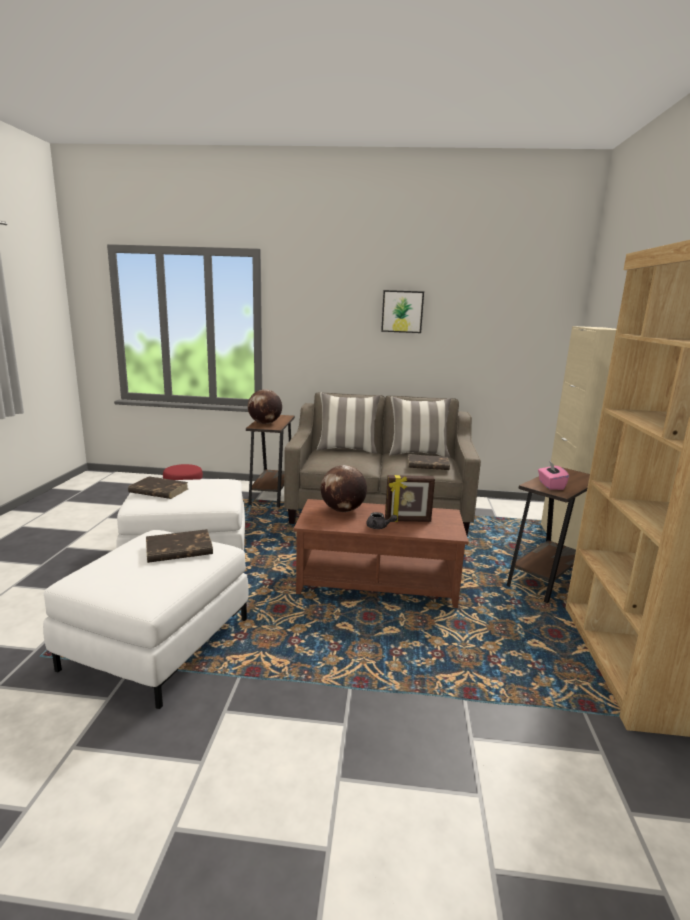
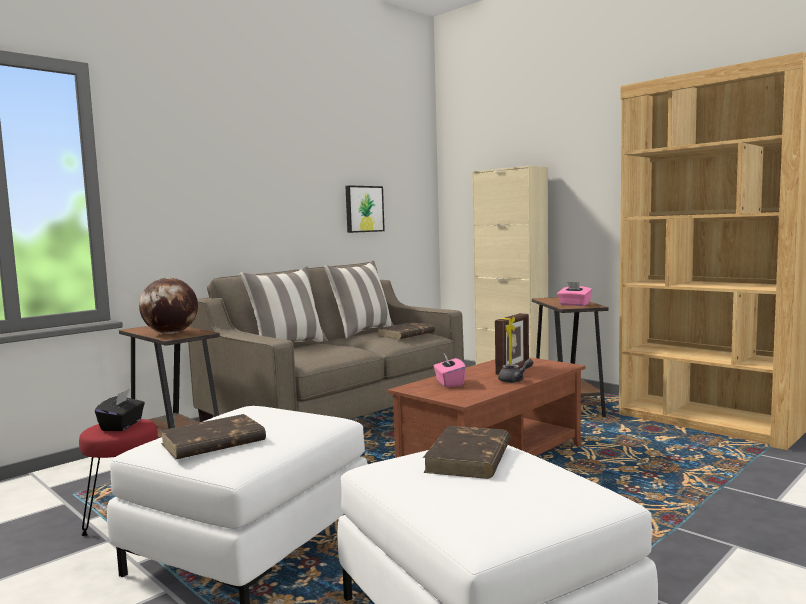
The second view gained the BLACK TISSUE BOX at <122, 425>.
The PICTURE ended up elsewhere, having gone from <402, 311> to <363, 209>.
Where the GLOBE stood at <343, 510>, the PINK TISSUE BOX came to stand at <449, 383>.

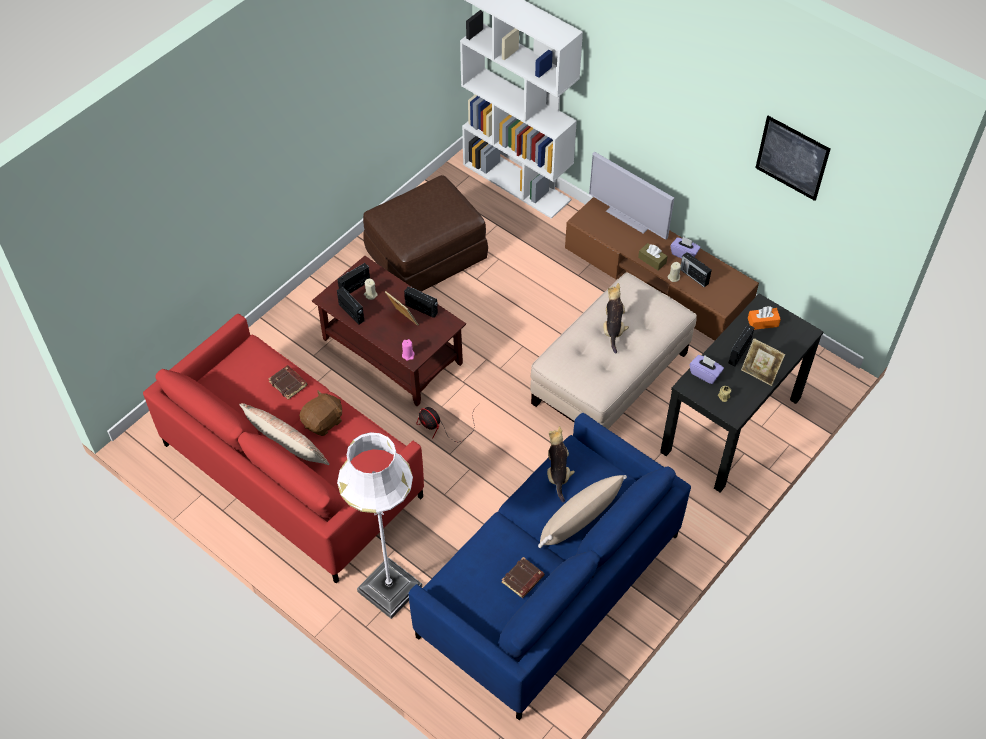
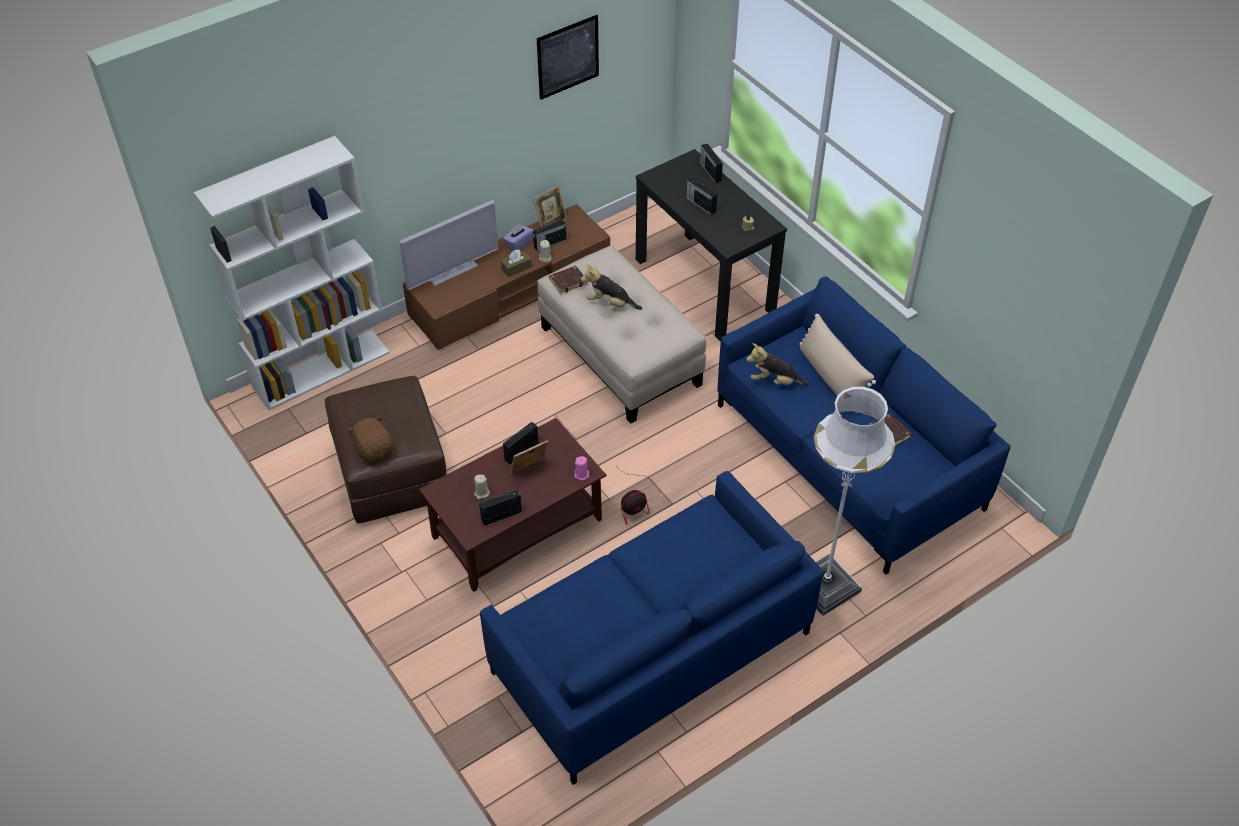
The second view lost the PILLOW at <286, 445>.
The second view lost the PURPLE TISSUE BOX at <705, 374>.
The second view lost the ORANGE TISSUE BOX at <763, 322>.
The BROWN BOOK ended up elsewhere, having gone from <289, 384> to <568, 281>.
The BROWN PLUSH TOY ended up elsewhere, having gone from <323, 422> to <374, 449>.
The RADIO ended up elsewhere, having gone from <355, 287> to <710, 171>.
The PICTURE FRAME ended up elsewhere, having gone from <759, 373> to <551, 222>.
What was the RED SOFA at <292, 470> turned into the BLUE SOFA at <650, 652>.

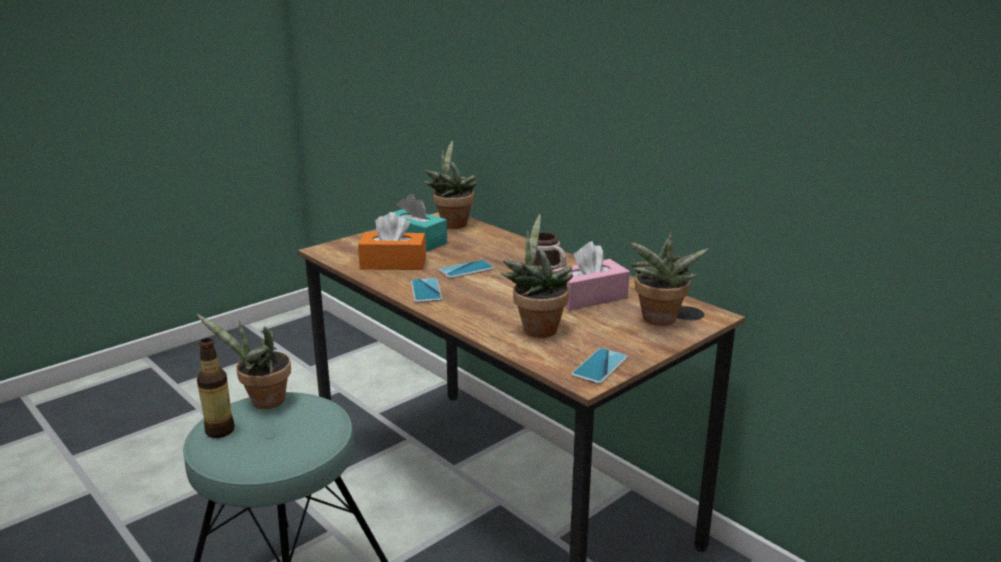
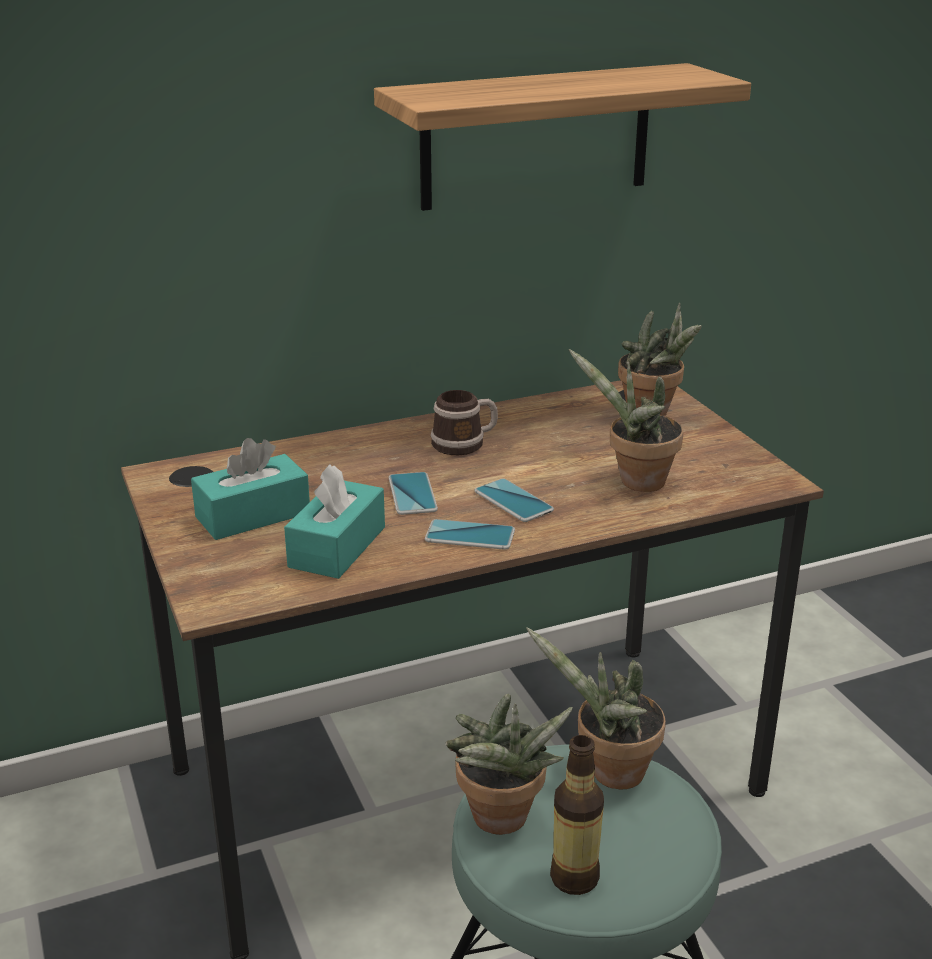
The second view lost the PINK TISSUE BOX at <589, 297>.
The second view gained the SHELF at <536, 136>.
The POTTED PLANT ended up elsewhere, having gone from <452, 223> to <609, 773>.
The PHONE ended up elsewhere, having gone from <600, 367> to <513, 501>.
What was the ORANGE TISSUE BOX at <393, 263> turned into the TURQUOISE TISSUE BOX at <337, 547>.

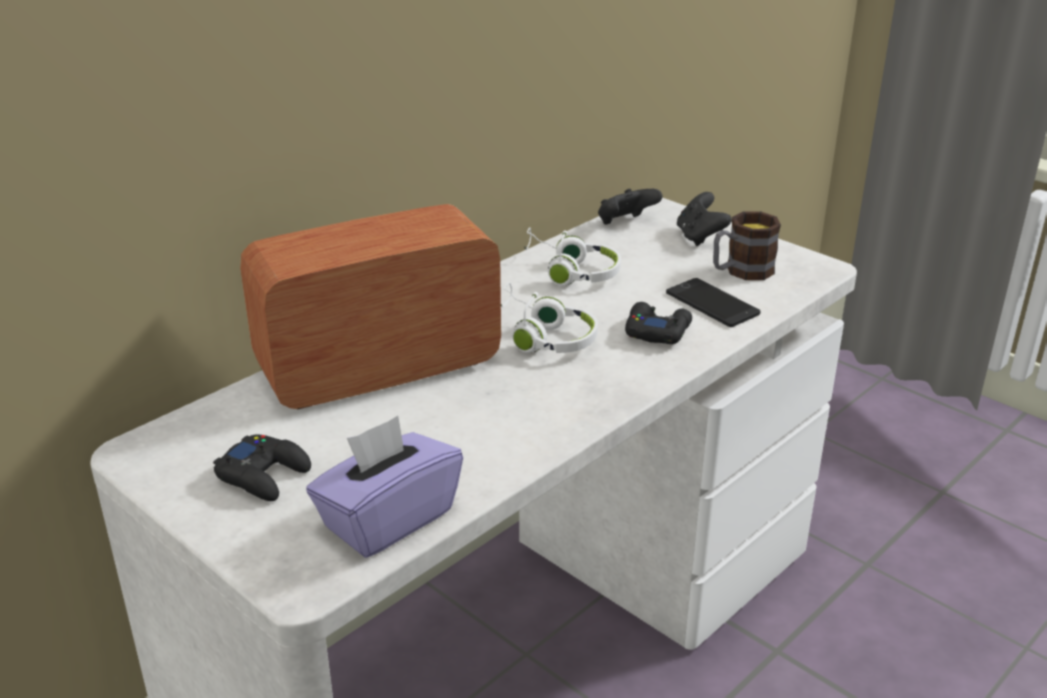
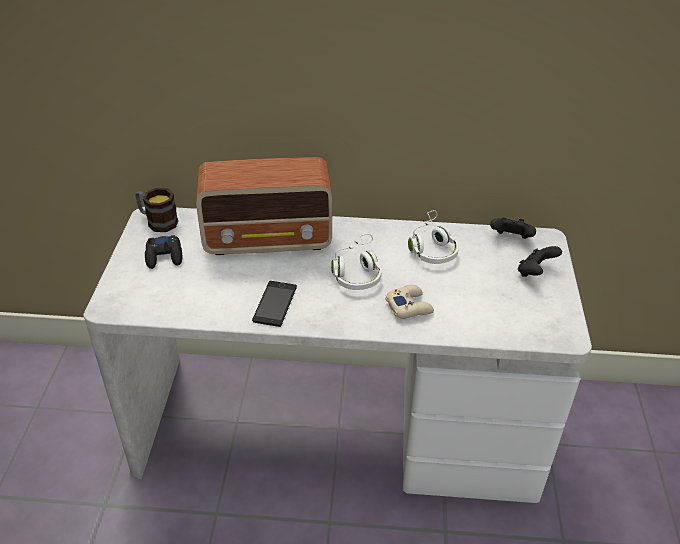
The second view lost the PURPLE TISSUE BOX at <388, 519>.
The PHONE ended up elsewhere, having gone from <712, 303> to <275, 304>.
The MUG ended up elsewhere, having gone from <741, 271> to <157, 221>.
What was the BLACK GAME CONTROLLER at <657, 331> turned into the BEIGE GAME CONTROLLER at <409, 306>.
The RADIO at <376, 370> ended up facing another way, 150 degrees clockwise from before.

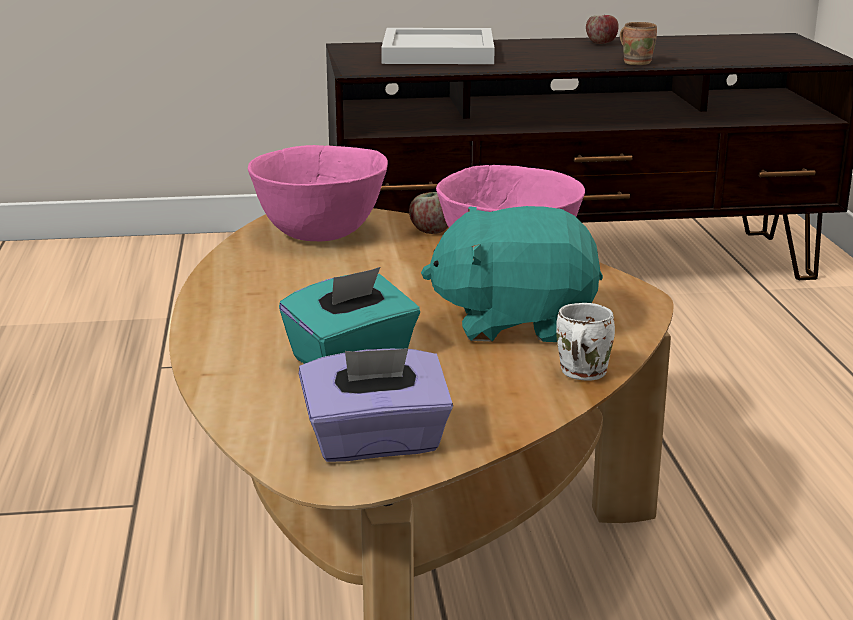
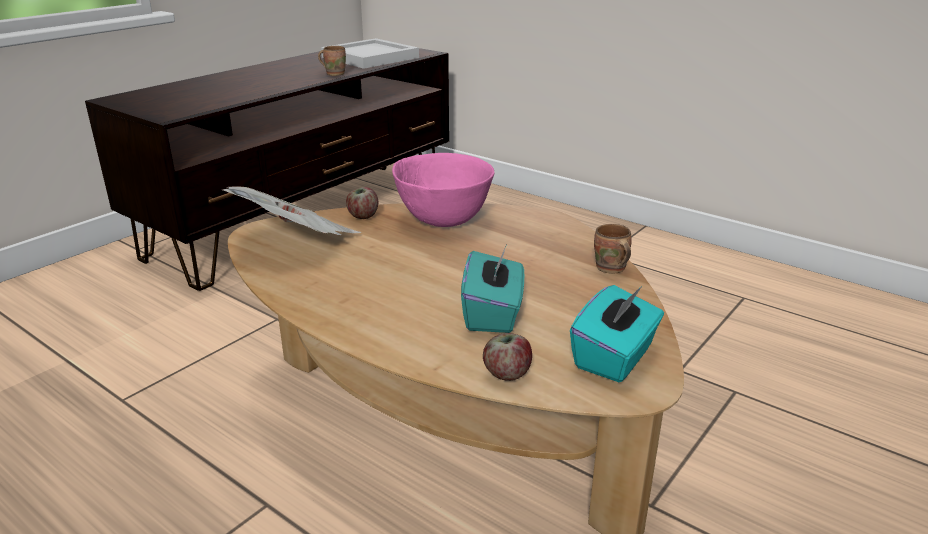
The second view lost the TURQUOISE PLUSH TOY at <515, 322>.
The WHITE TRAY ended up elsewhere, having gone from <440, 52> to <370, 57>.
The APPLE ended up elsewhere, having gone from <601, 43> to <507, 373>.
Where the PINK BOWL stood at <321, 233>, the NEWSPAPER came to stand at <298, 242>.
What was the PURPLE TISSUE BOX at <376, 444> turned into the TURQUOISE TISSUE BOX at <615, 357>.
What was the WHITE MUG at <579, 373> turned into the BROWN MUG at <610, 269>.

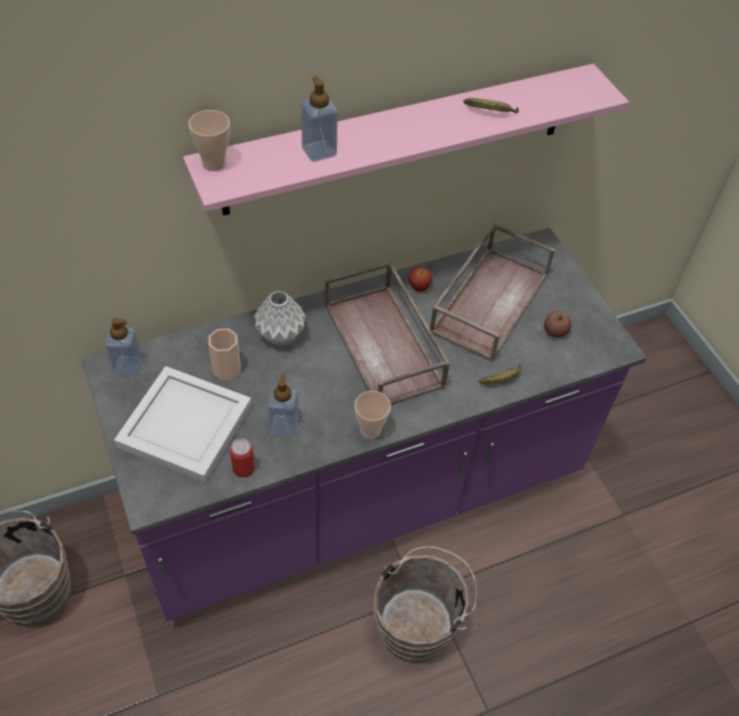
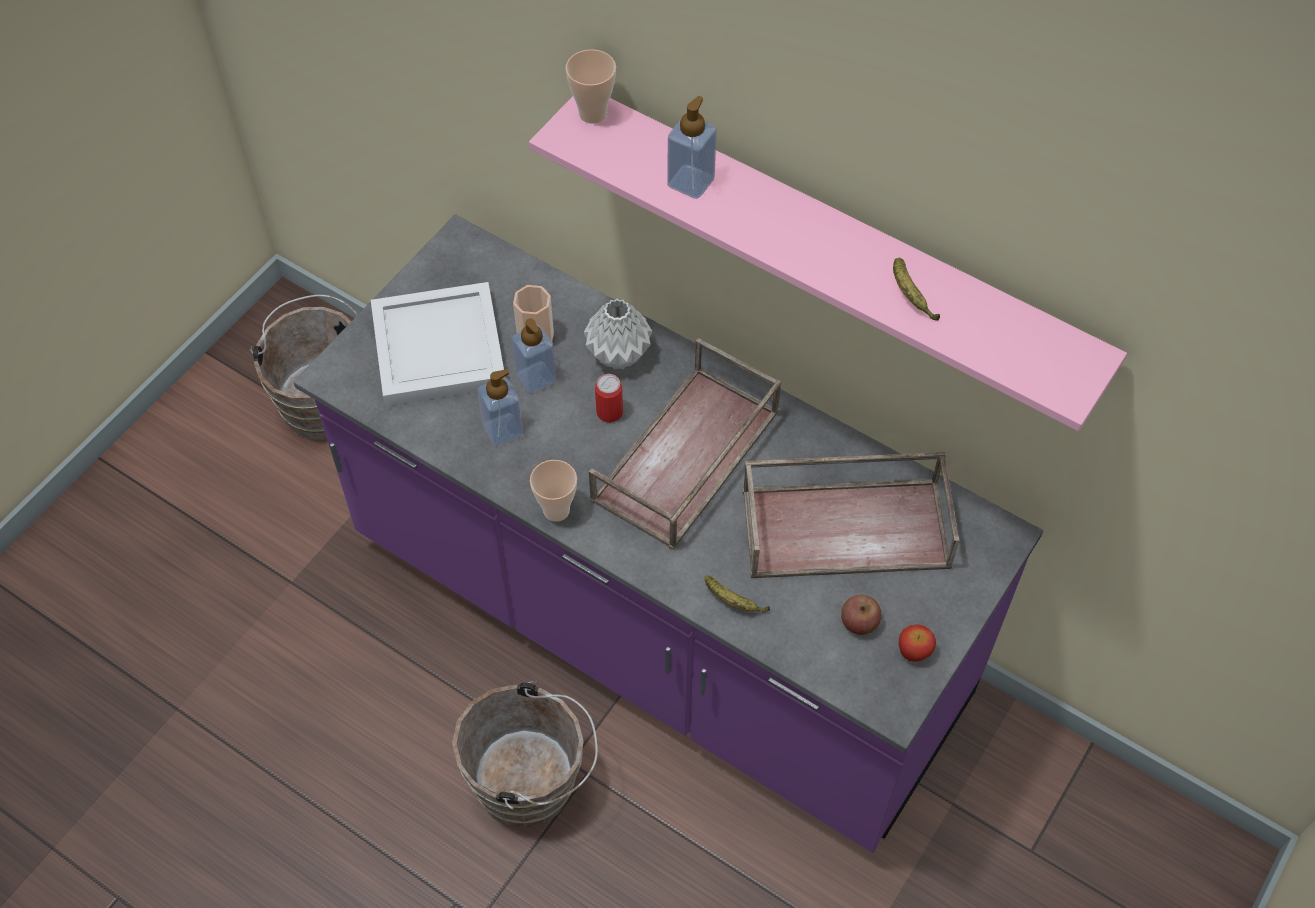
The SOAP DISPENSER ended up elsewhere, having gone from <128, 366> to <536, 377>.
The CAN ended up elsewhere, having gone from <243, 468> to <609, 412>.
The APPLE ended up elsewhere, having gone from <419, 287> to <914, 651>.

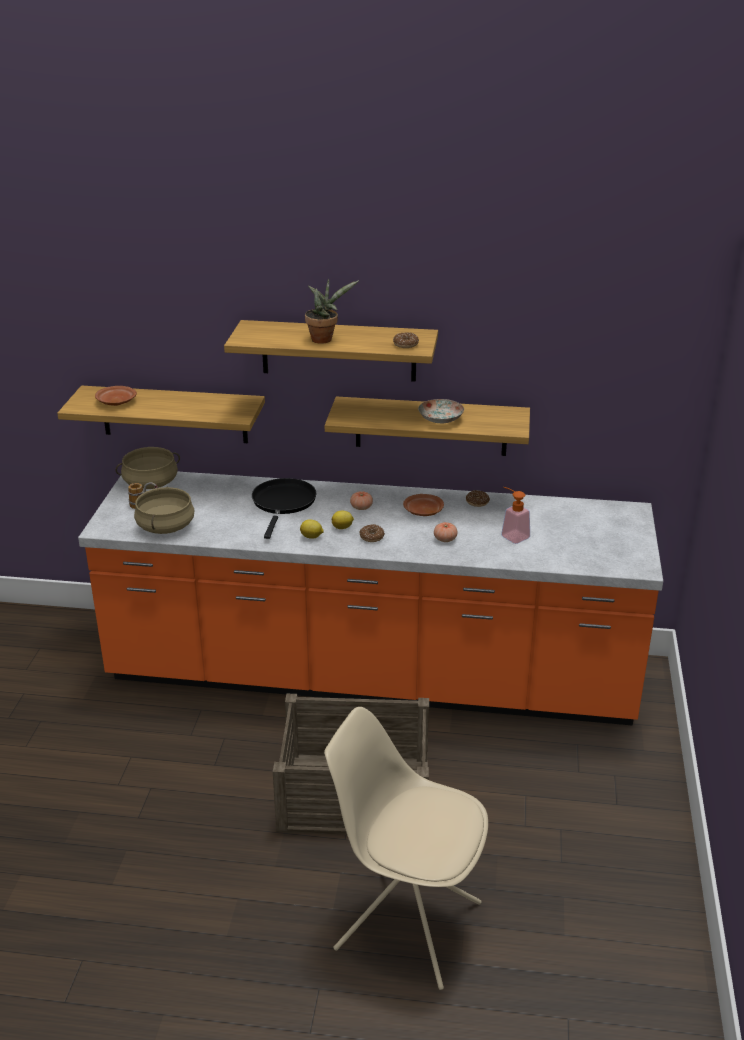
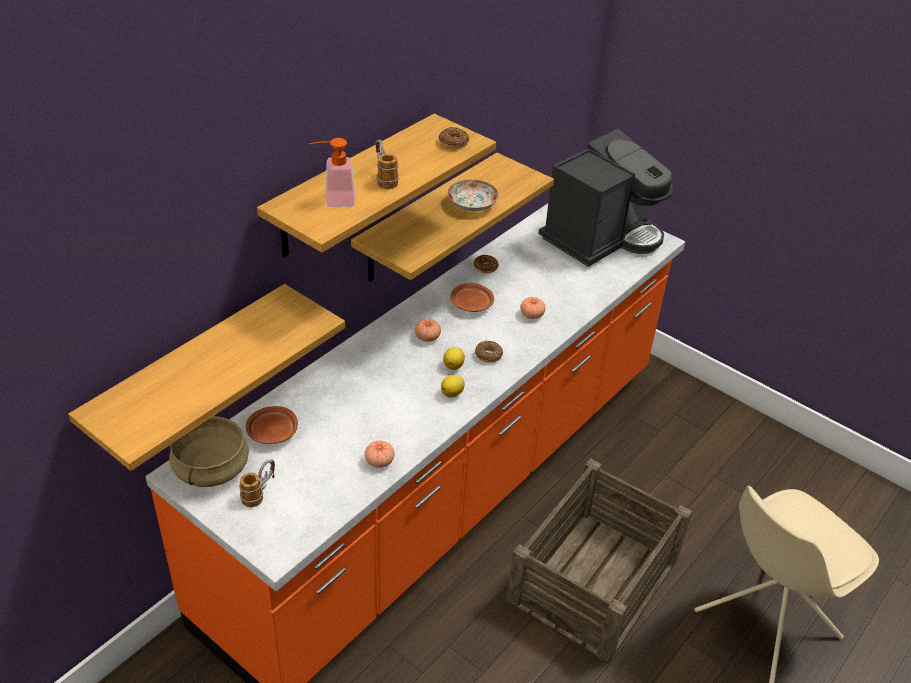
The second view lost the BEIGE COOKING POT at <165, 526>.
The second view lost the BLACK FRYING PAN at <283, 503>.
The second view gained the TOMATO at <379, 461>.
The second view gained the COFFEE MACHINE at <601, 237>.
The BROWN PLATE ended up elsewhere, having gone from <116, 402> to <272, 432>.
The SOAP DISPENSER ended up elsewhere, having gone from <512, 535> to <333, 200>.
Where the POTTED PLANT stood at <324, 339>, the MUG came to stand at <384, 178>.

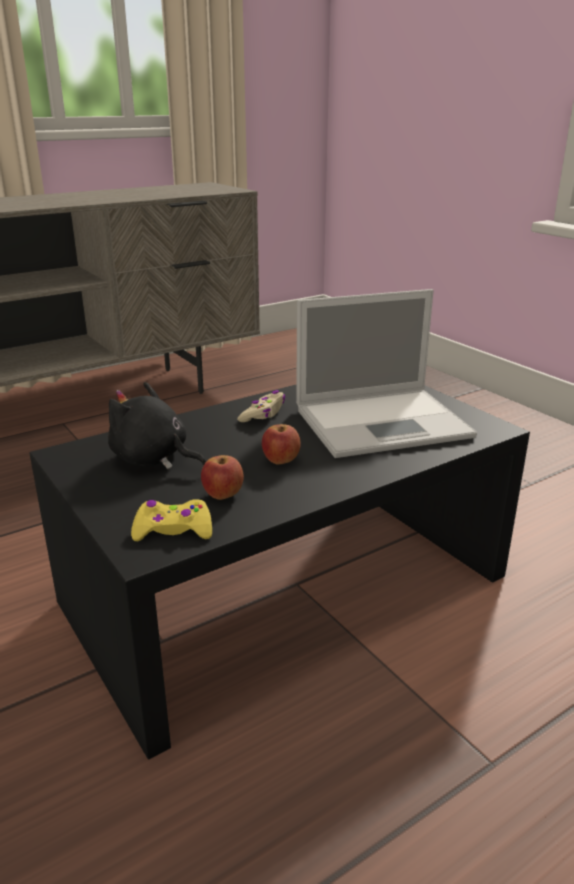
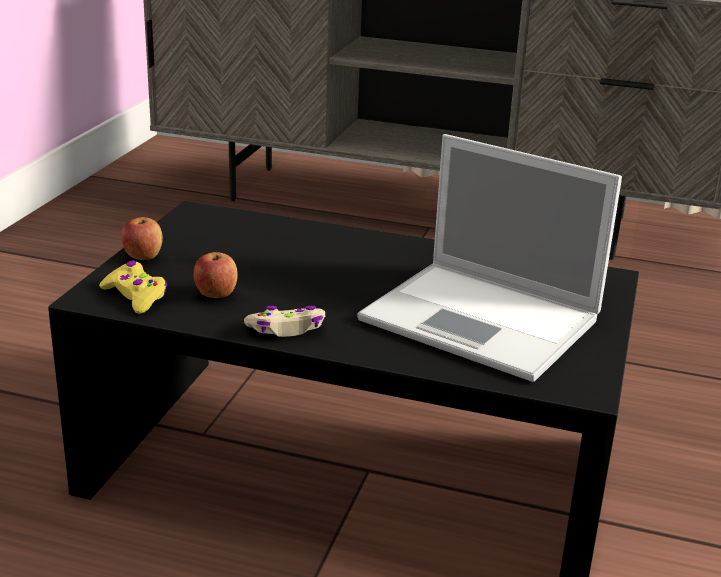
The second view lost the BLACK PLUSH TOY at <153, 459>.
The BEIGE GAME CONTROLLER ended up elsewhere, having gone from <263, 414> to <287, 329>.
The APPLE ended up elsewhere, having gone from <281, 461> to <143, 257>.

